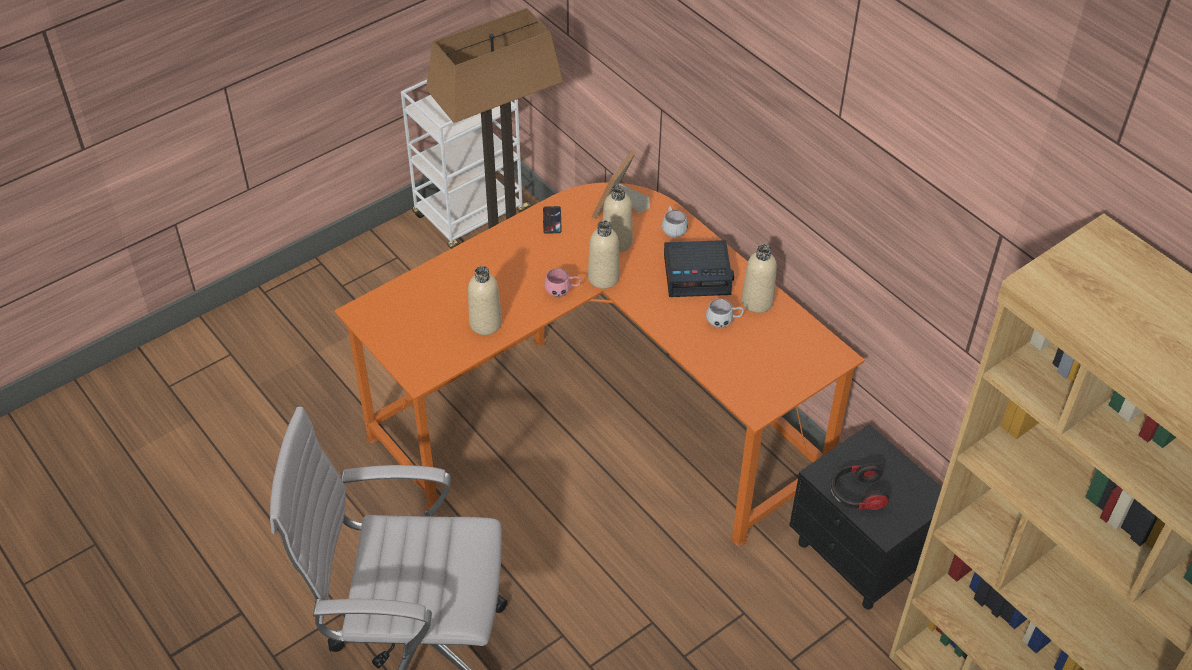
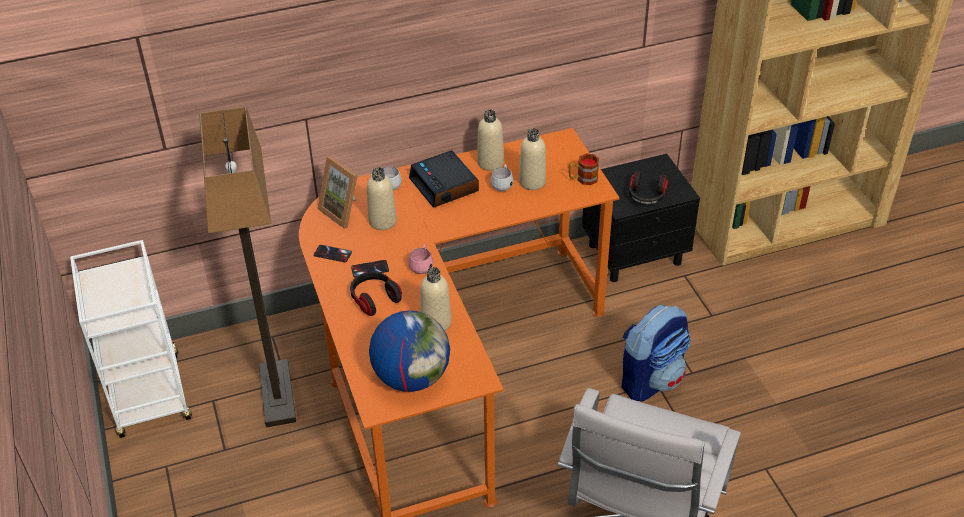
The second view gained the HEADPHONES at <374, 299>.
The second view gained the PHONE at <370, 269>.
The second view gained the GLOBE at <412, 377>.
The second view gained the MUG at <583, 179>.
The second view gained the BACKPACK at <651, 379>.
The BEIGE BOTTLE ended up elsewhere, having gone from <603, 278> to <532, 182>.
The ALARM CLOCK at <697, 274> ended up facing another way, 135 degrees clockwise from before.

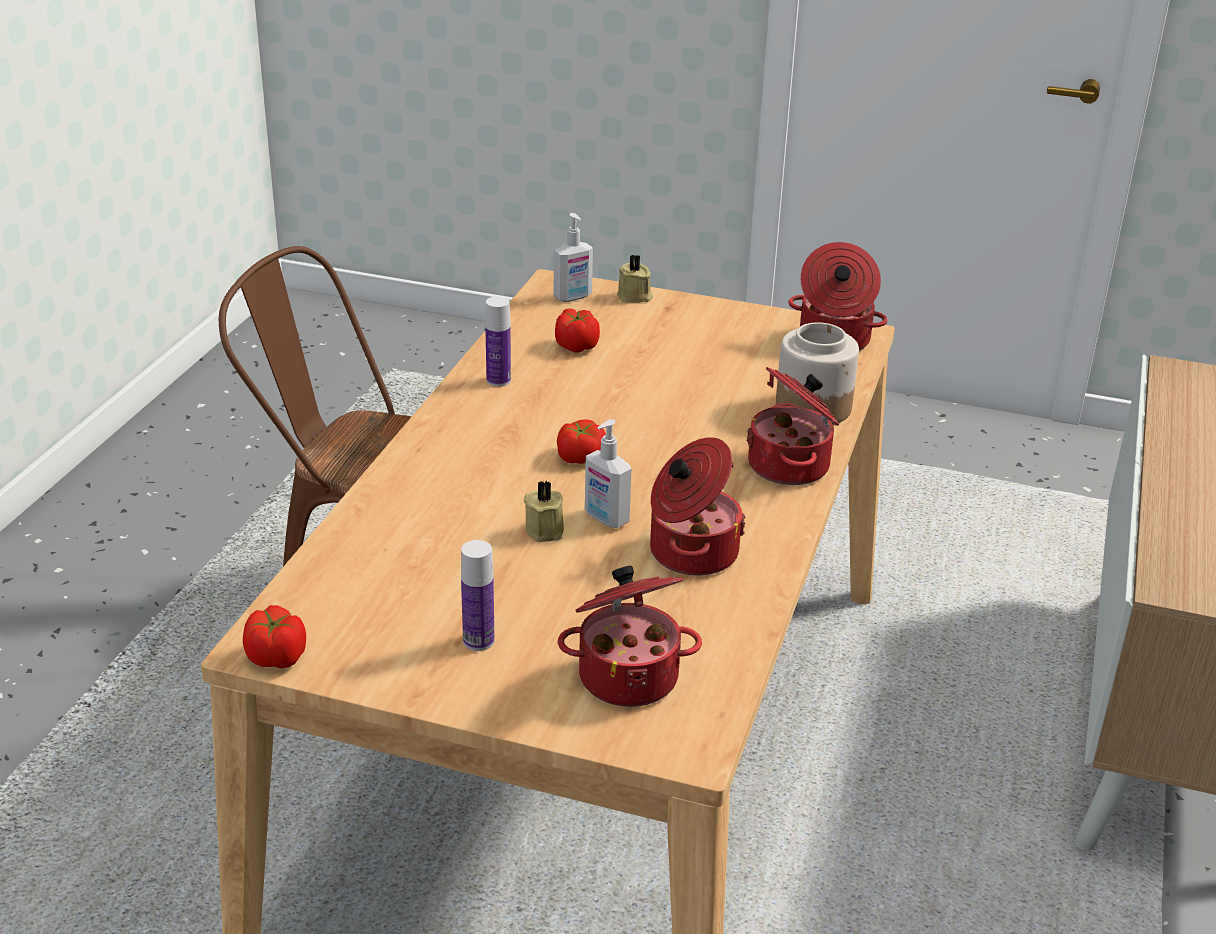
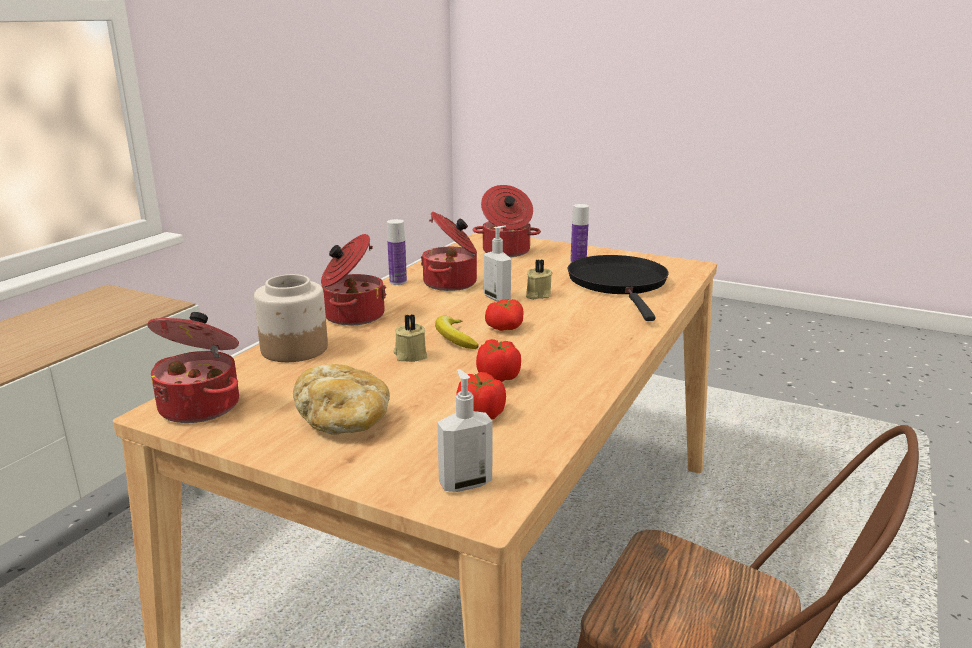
The second view gained the BREAD at <344, 421>.
The second view gained the BANANA at <454, 338>.
The second view gained the BLACK FRYING PAN at <619, 284>.
The TOMATO ended up elsewhere, having gone from <277, 658> to <498, 377>.
The BOTTLE ended up elsewhere, having gone from <498, 380> to <398, 282>.
The BEIGE CANDLE ended up elsewhere, having gone from <635, 297> to <410, 355>.

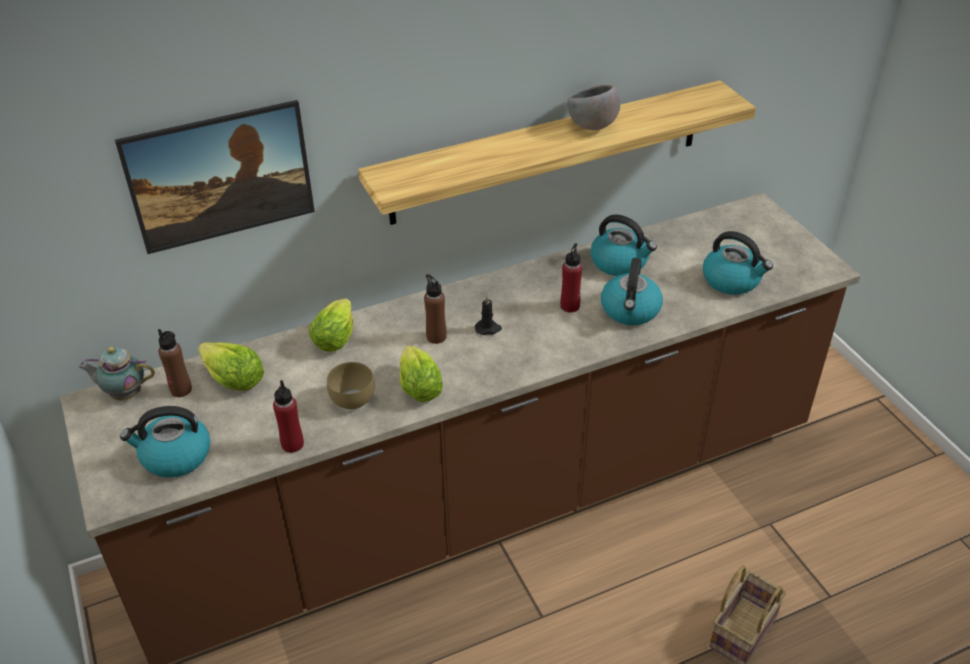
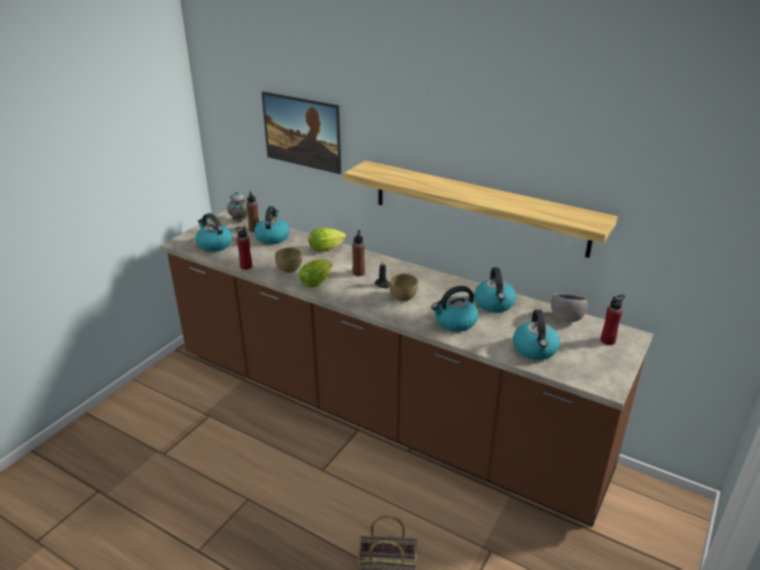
The second view gained the BROWN BOWL at <402, 297>.
The RED BOTTLE ended up elsewhere, having gone from <570, 306> to <608, 341>.
The GREY BOWL ended up elsewhere, having gone from <592, 127> to <566, 319>.
Where the LETTUCE stood at <233, 379>, the KETTLE came to stand at <272, 237>.

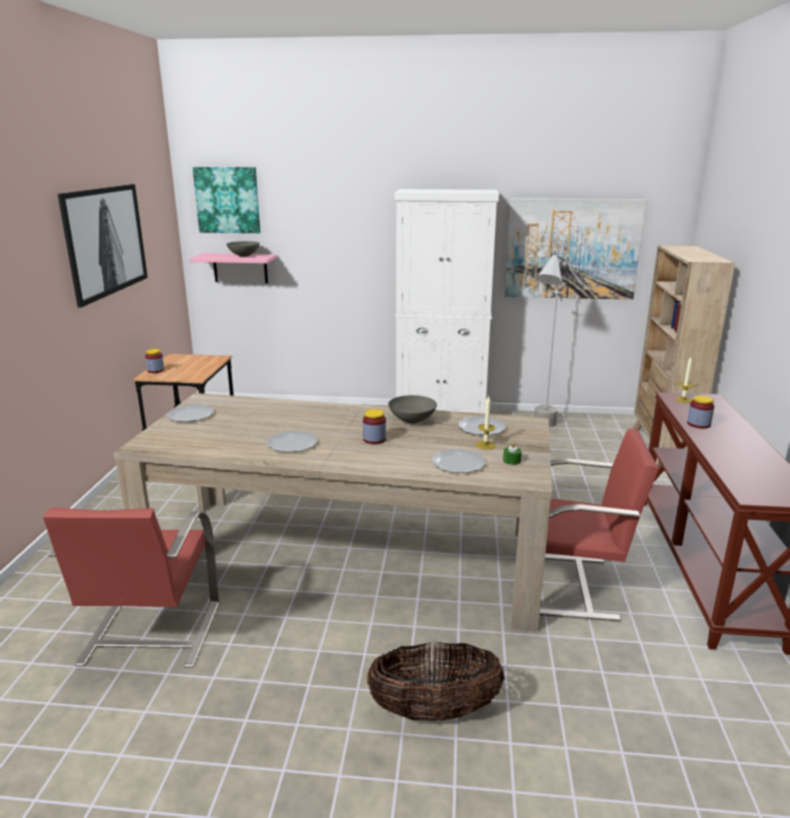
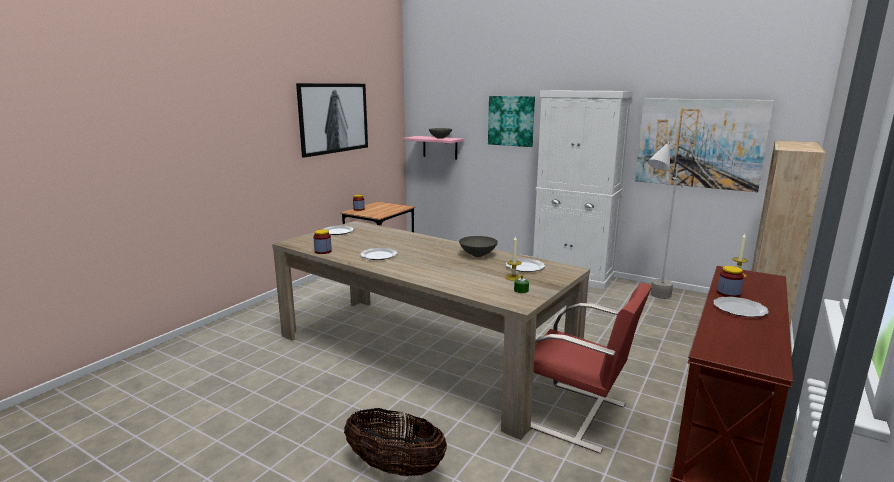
The second view lost the RED CHAIR at <149, 634>.
The PICTURE ended up elsewhere, having gone from <227, 200> to <511, 121>.
The JAR ended up elsewhere, having gone from <374, 439> to <323, 251>.
The PLATE ended up elsewhere, having gone from <458, 464> to <739, 309>.

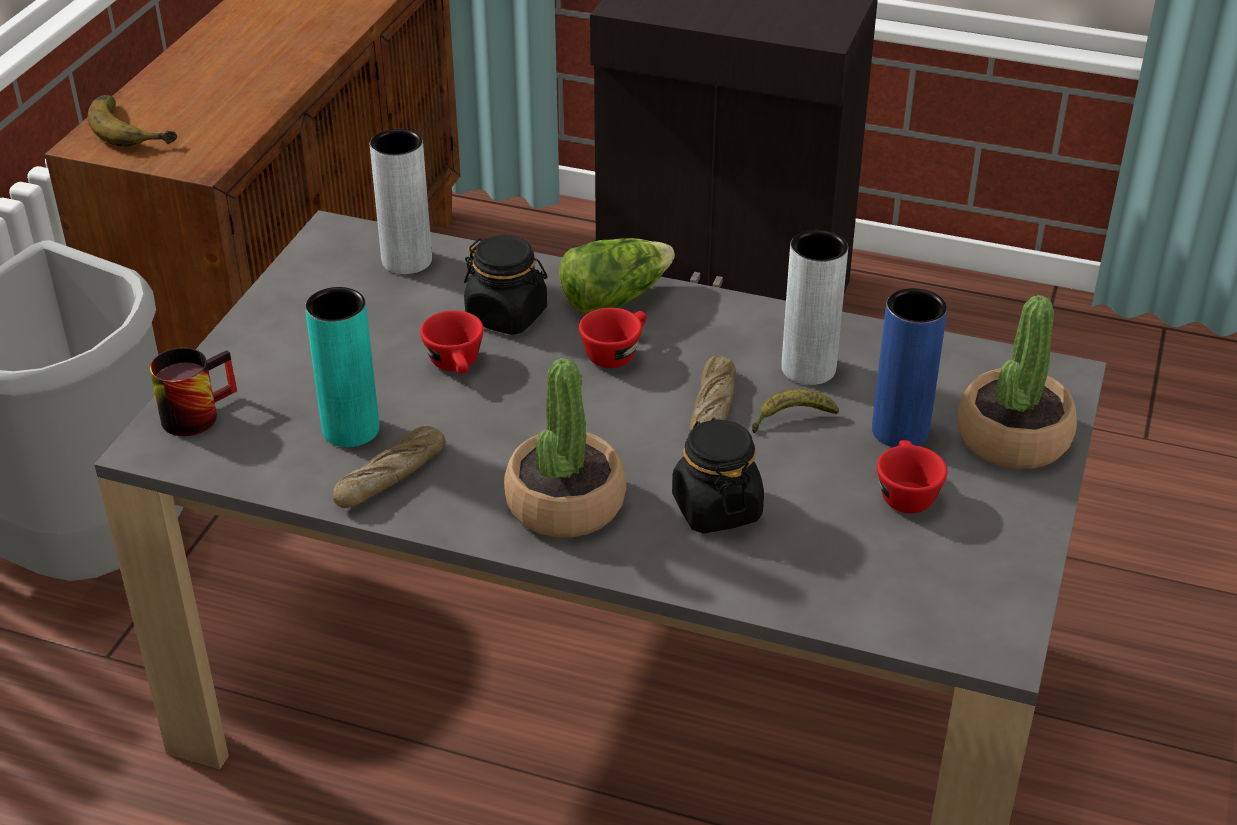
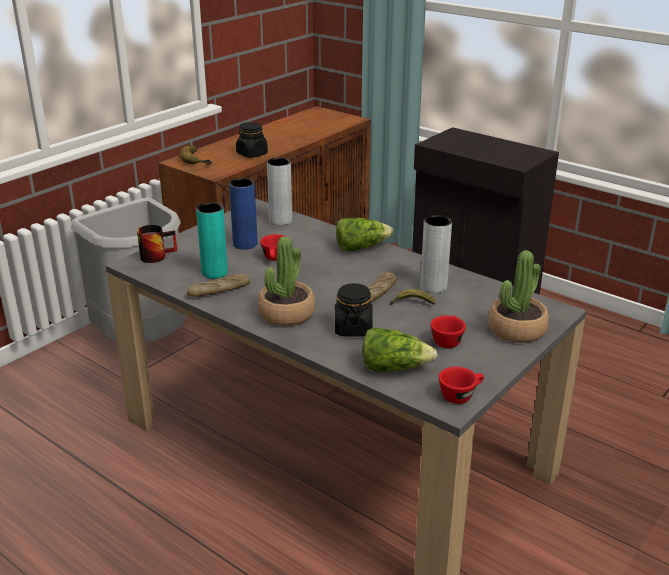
The second view gained the LETTUCE at <394, 368>.
The BLACK JAR ended up elsewhere, having gone from <507, 315> to <252, 154>.
The RED CUP ended up elsewhere, having gone from <616, 353> to <460, 395>.
The BLUE VASE ended up elsewhere, having gone from <900, 431> to <245, 244>.

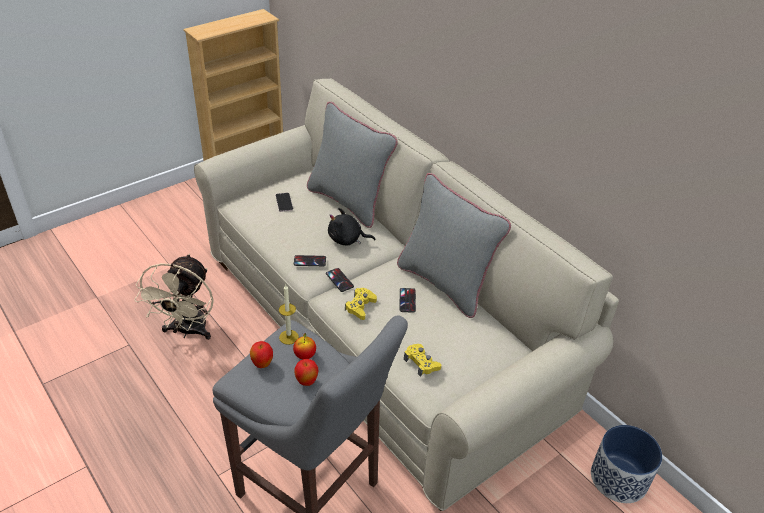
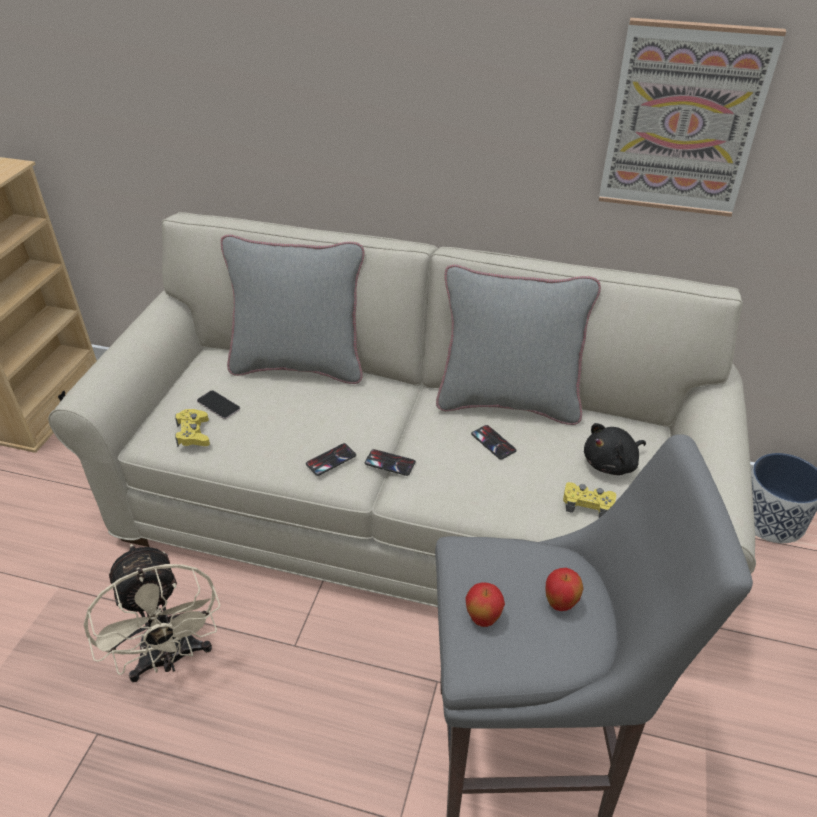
The second view lost the CANDLE at <289, 337>.
The second view lost the APPLE at <305, 355>.
The second view gained the PICTURE at <683, 120>.
The BLACK PLUSH TOY ended up elsewhere, having gone from <347, 239> to <611, 463>.
The YELLOW GAME CONTROLLER ended up elsewhere, having gone from <360, 306> to <193, 433>.

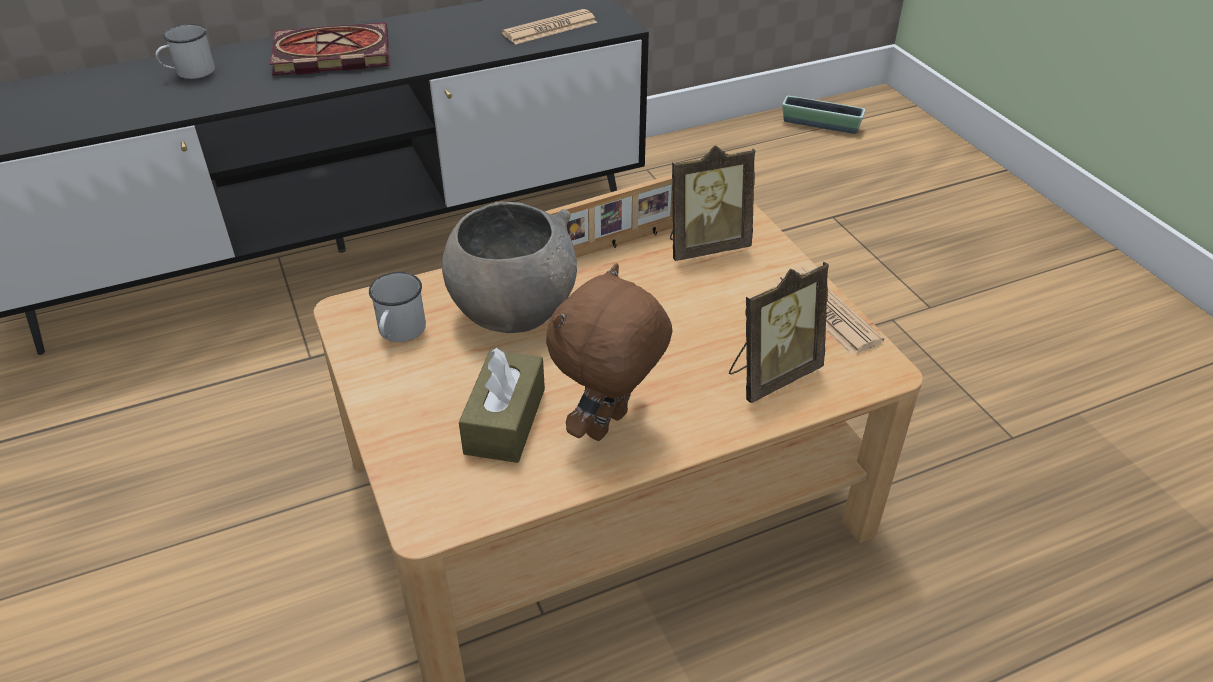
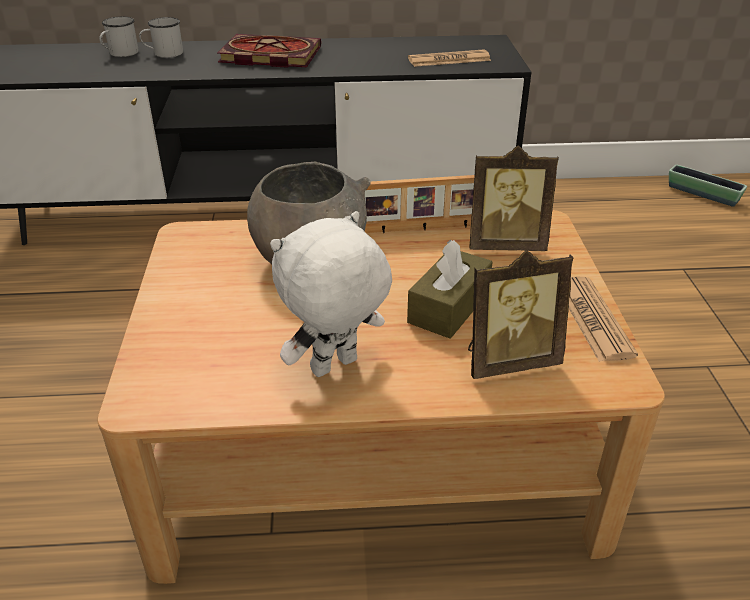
The WHITE MUG ended up elsewhere, having gone from <399, 333> to <120, 54>.
The BROWN TISSUE BOX ended up elsewhere, having gone from <505, 421> to <449, 307>.
What was the BROWN PLUSH TOY at <609, 426> turned into the WHITE PLUSH TOY at <335, 368>.

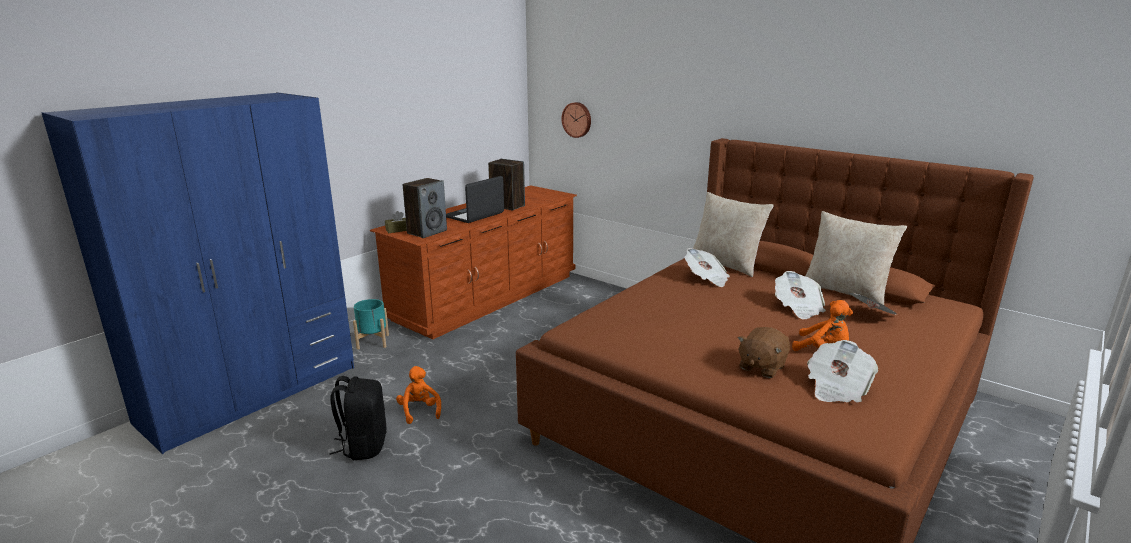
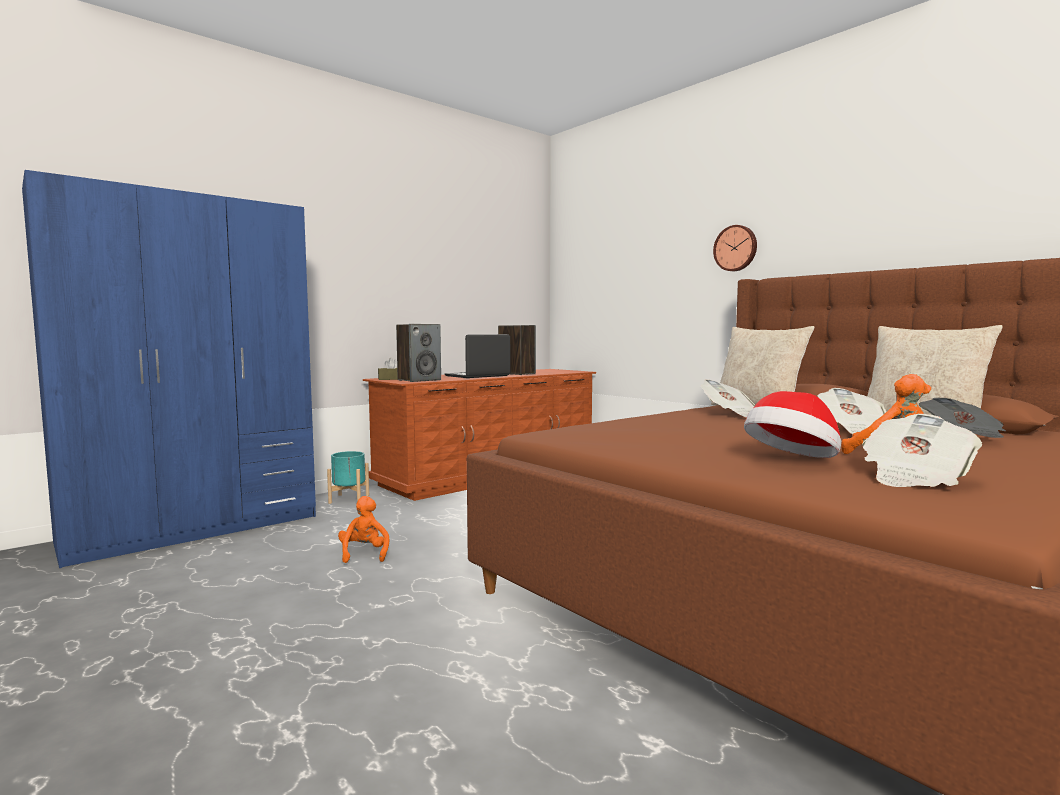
The second view lost the BLACK BACKPACK at <363, 446>.
The WALL CLOCK ended up elsewhere, having gone from <577, 119> to <736, 248>.
Where the BROWN PLUSH TOY stood at <761, 367>, the HAT came to stand at <792, 461>.

